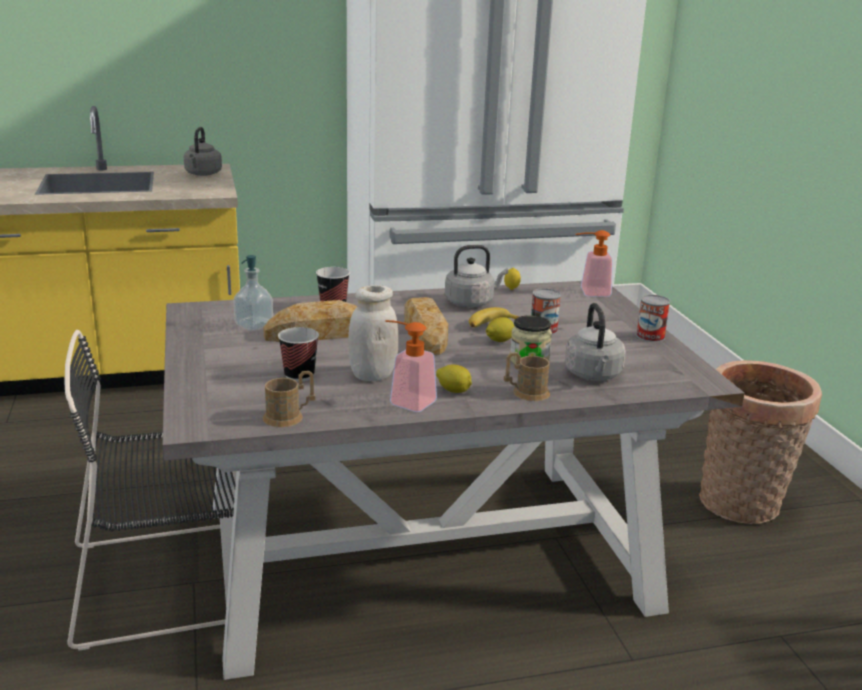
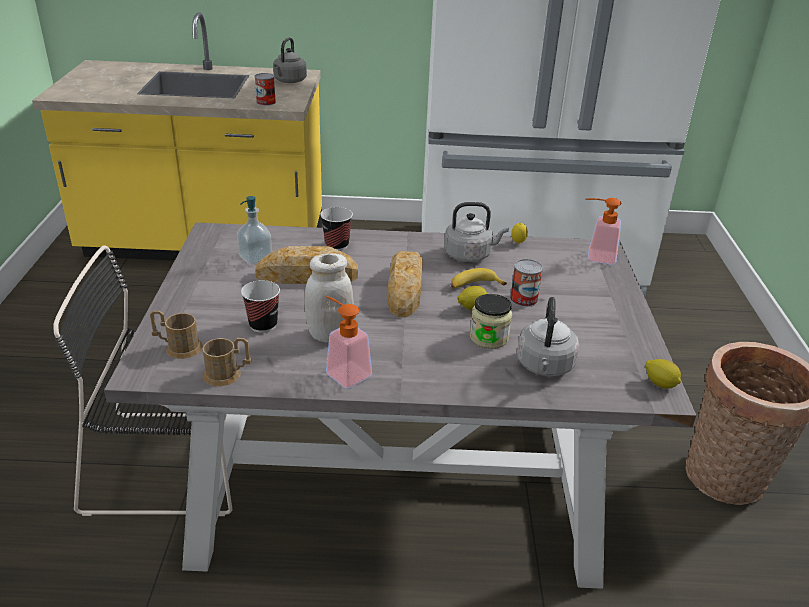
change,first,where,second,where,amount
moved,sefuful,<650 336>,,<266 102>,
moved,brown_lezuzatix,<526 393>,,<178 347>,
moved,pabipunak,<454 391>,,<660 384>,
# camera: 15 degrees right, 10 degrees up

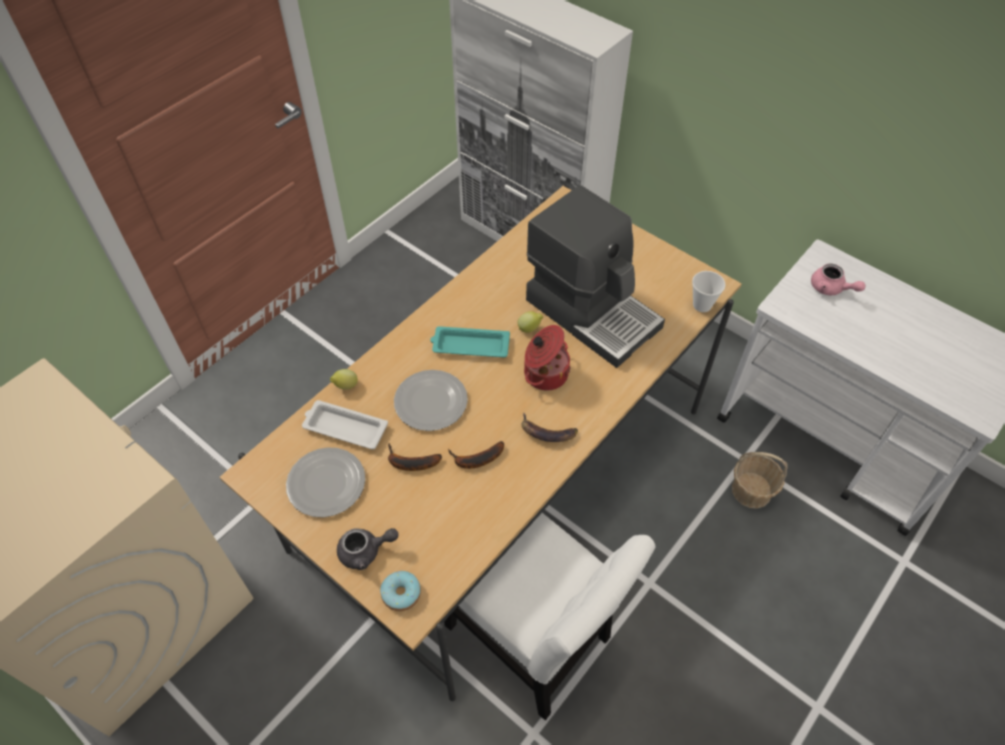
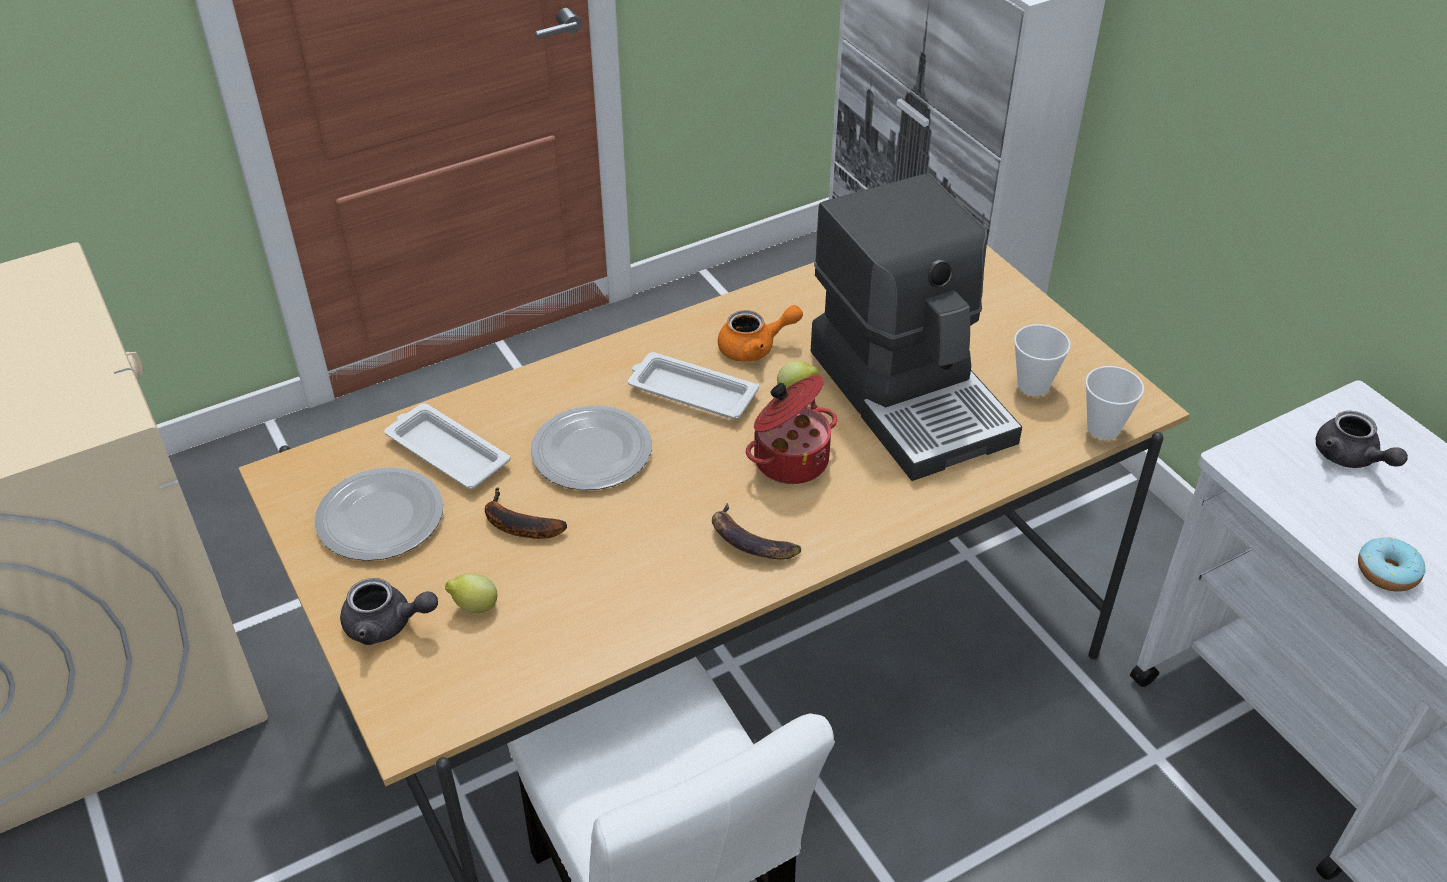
change,first,where,second,where,amount
recoloured,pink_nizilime,<831 289>,grey_nizilime,<1350 458>,
recoloured,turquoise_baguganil,<469 346>,white_baguganil,<690 392>,
moved,pabipunak,<345 386>,,<474 607>,
removed,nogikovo,<476 460>,,,
removed,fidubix,<751 491>,,,
moved,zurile,<401 594>,,<1386 572>,
added,,,orange_nizilime,<755 347>,
added,,,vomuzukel,<1033 385>,
# camera: 20 degrees right, 10 degrees down

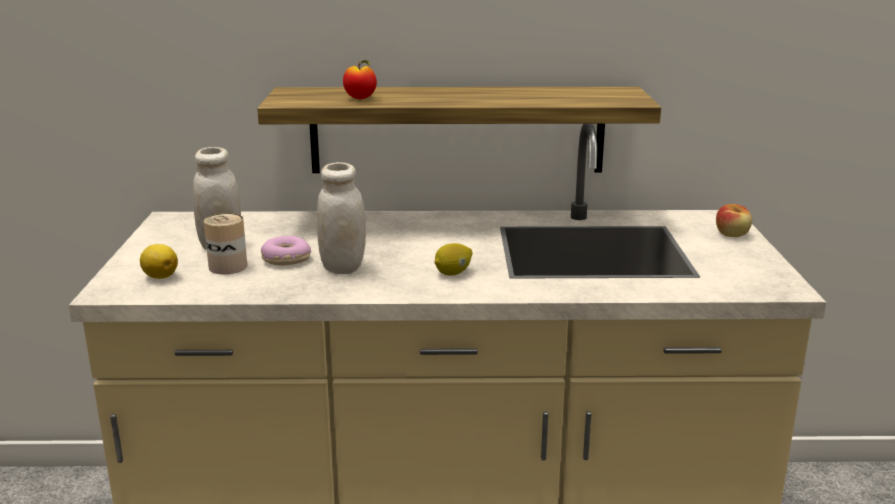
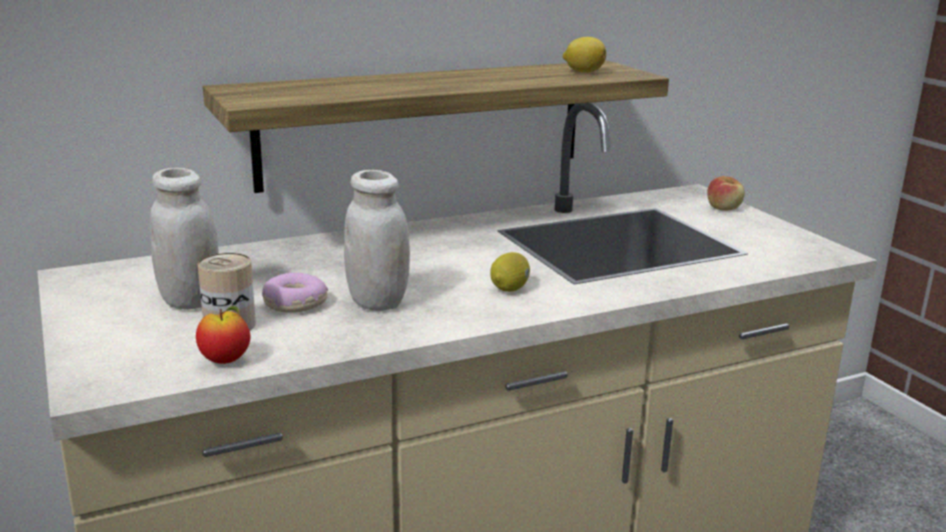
change,first,where,second,where,amount
moved,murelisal,<360 98>,,<225 361>,
moved,pabipunak,<160 276>,,<583 72>,
# camera: 25 degrees left, 0 degrees up

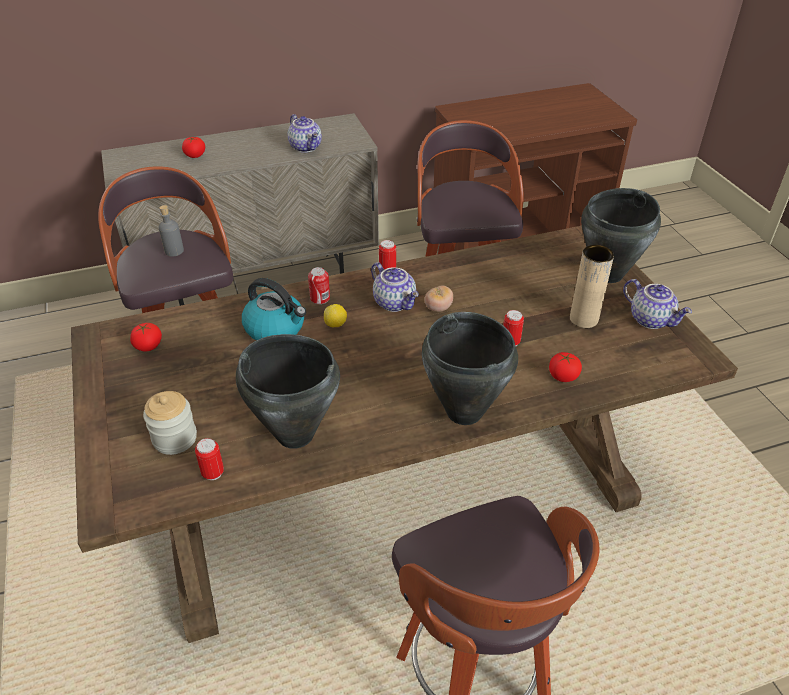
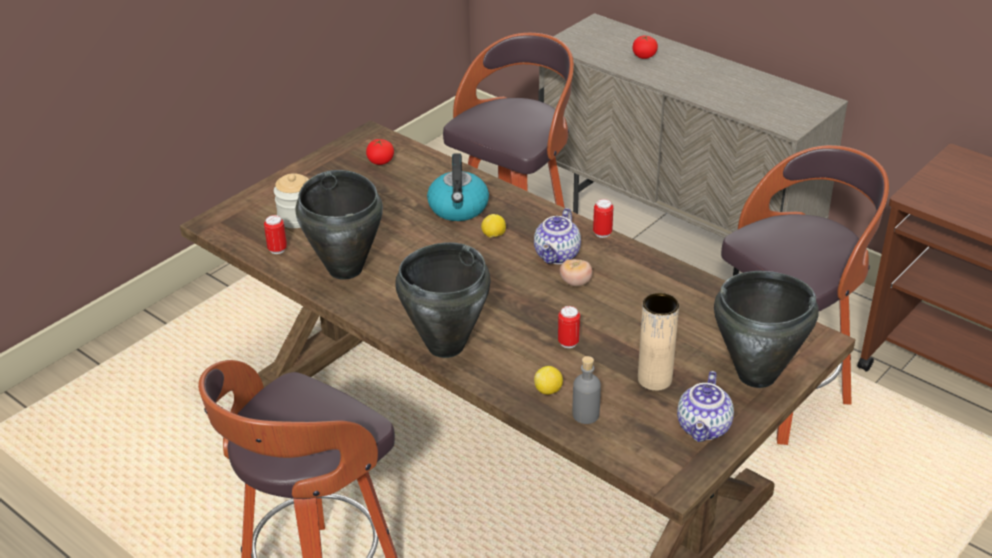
change,first,where,second,where,amount
removed,nizilime,<306 147>,,,
moved,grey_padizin,<174 251>,,<585 415>,
removed,sefuful,<320 298>,,,
replaced,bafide,<563 376>,pabipunak,<548 391>,
# camera: 60 degrees right, 5 degrees down

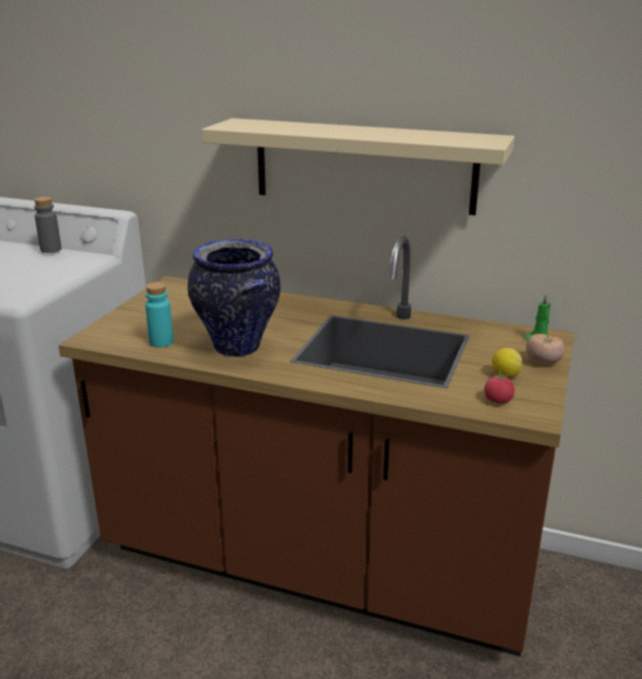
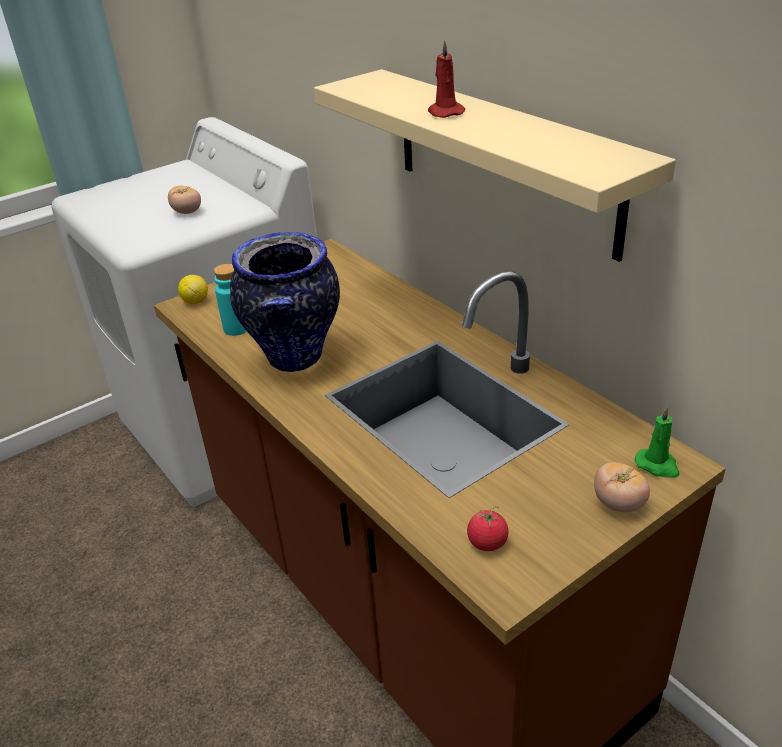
change,first,where,second,where,amount
removed,grey_padizin,<51 249>,,,
moved,pabipunak,<505 375>,,<195 301>,
added,,,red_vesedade,<445 112>,
added,,,bafide,<187 212>,
# camera: 35 degrees right, 10 degrees up

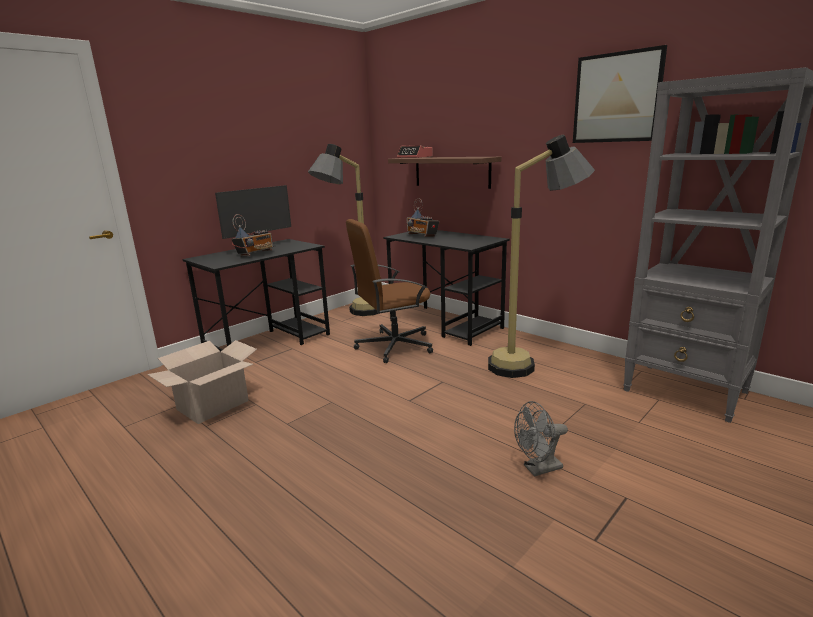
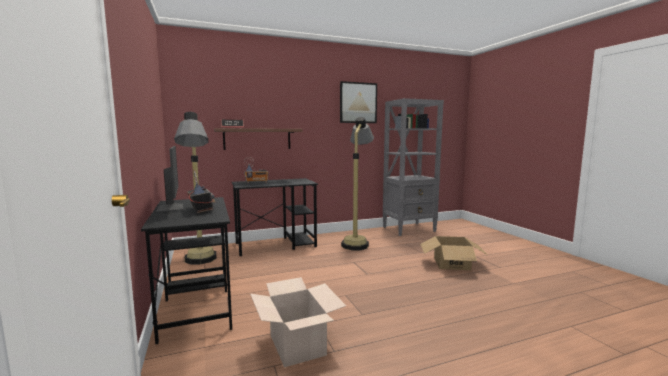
change,first,where,second,where,amount
removed,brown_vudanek,<393 346>,,,
replaced,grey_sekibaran,<538 469>,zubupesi,<452 263>,
# camera: 65 degrees left, 10 degrees down

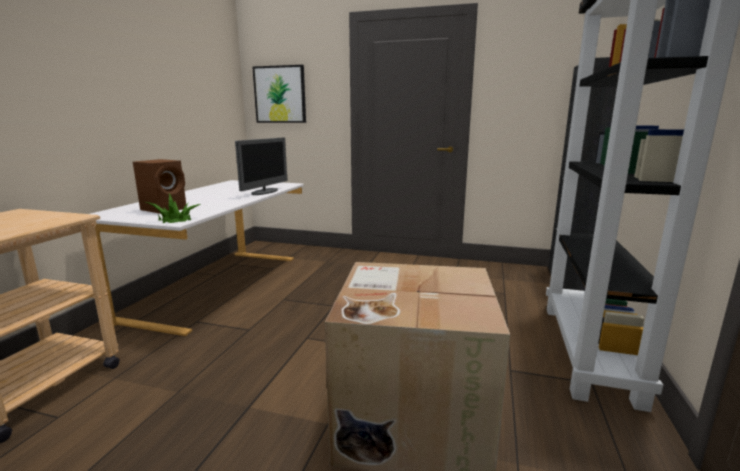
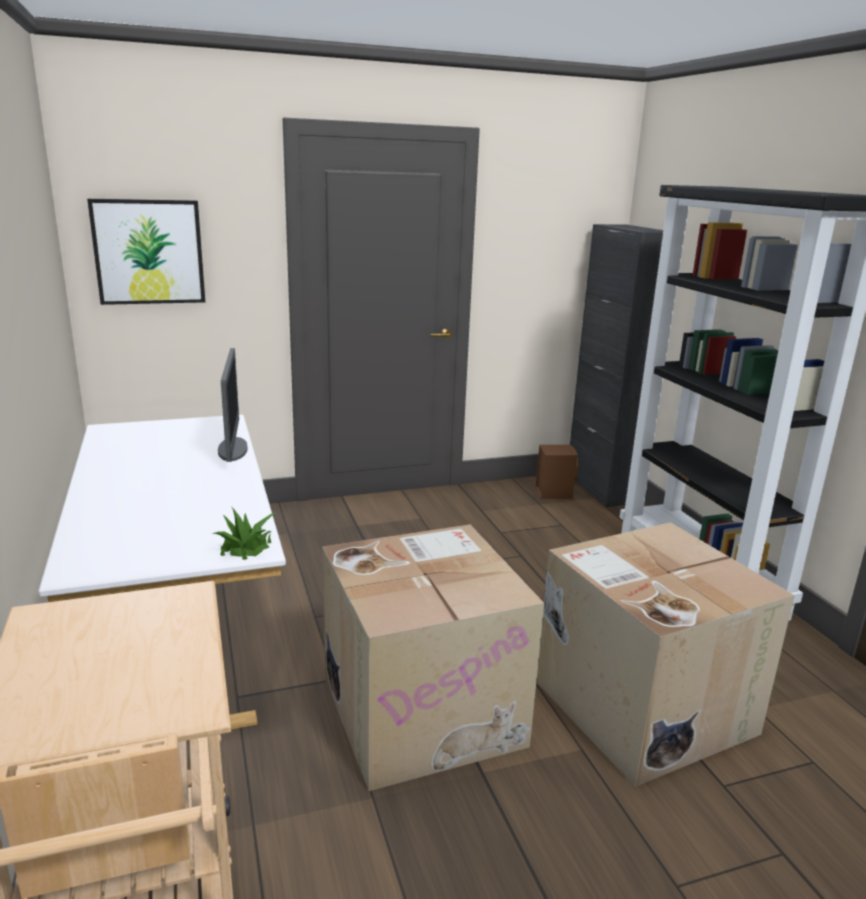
change,first,where,second,where,amount
moved,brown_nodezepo,<165 209>,,<554 493>,
added,,,zubupesi,<423 709>,
# camera: 35 degrees left, 5 degrees up

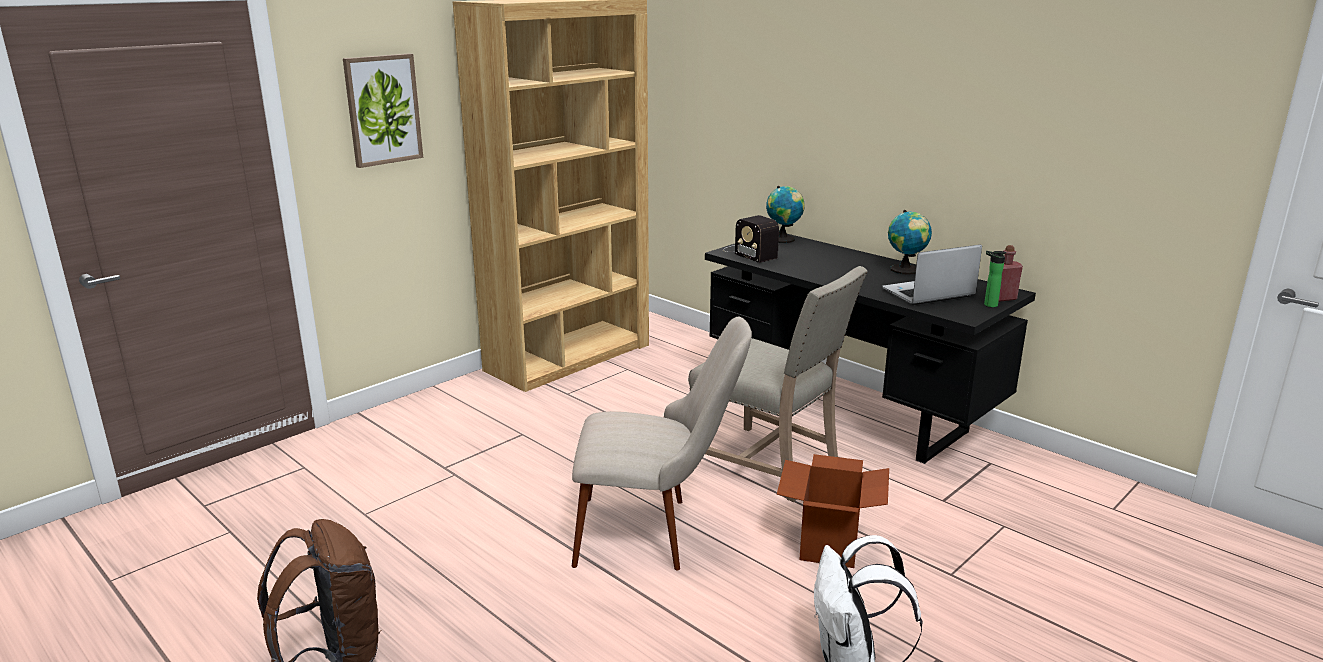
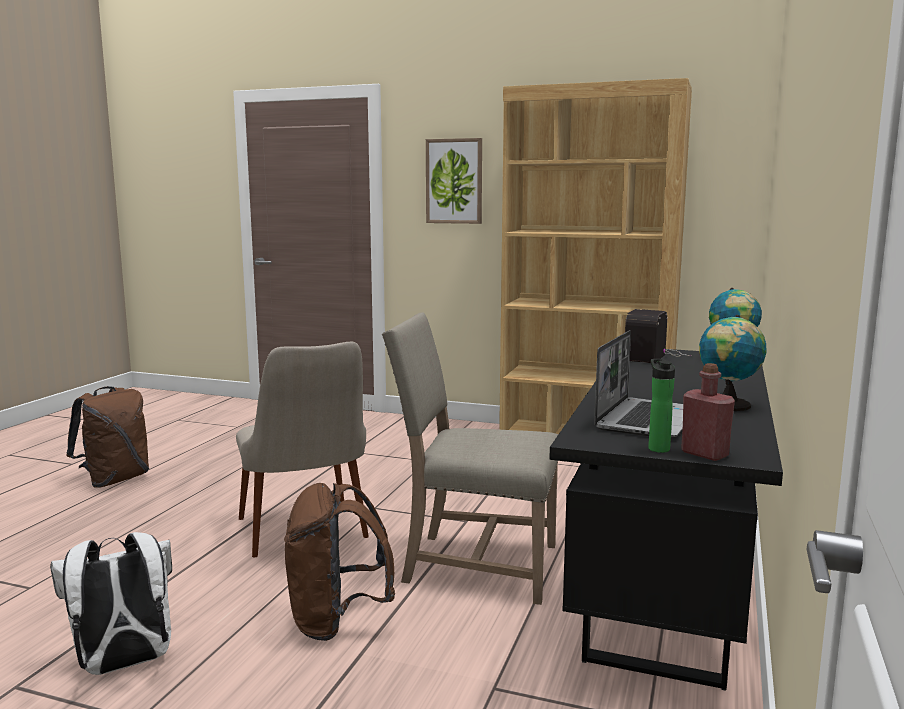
change,first,where,second,where,amount
turned,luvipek,<928 294>,,<646 420>,75 degrees clockwise
turned,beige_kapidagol,<770 465>,,<475 564>,90 degrees clockwise
replaced,zubupesi,<829 544>,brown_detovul,<336 621>,
# camera: 65 degrees right, 10 degrees down

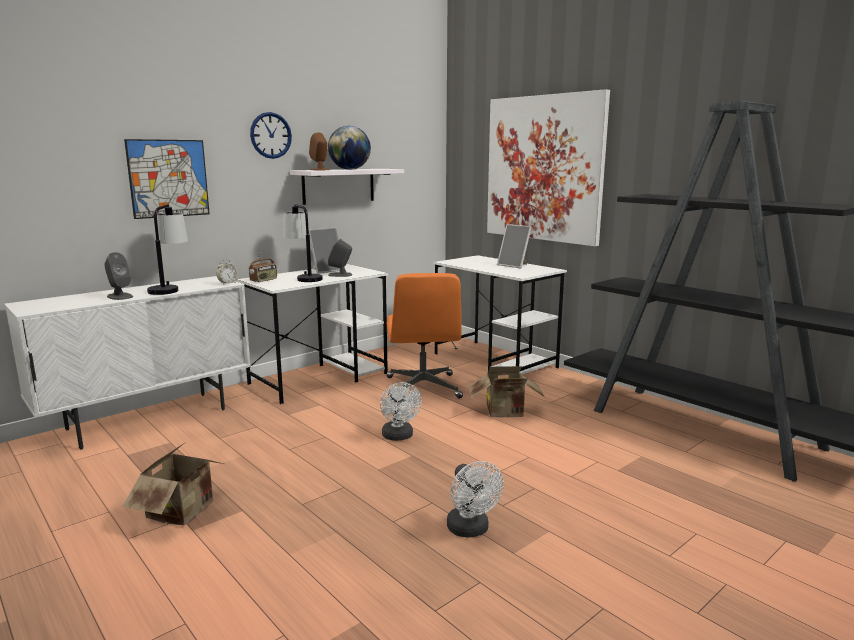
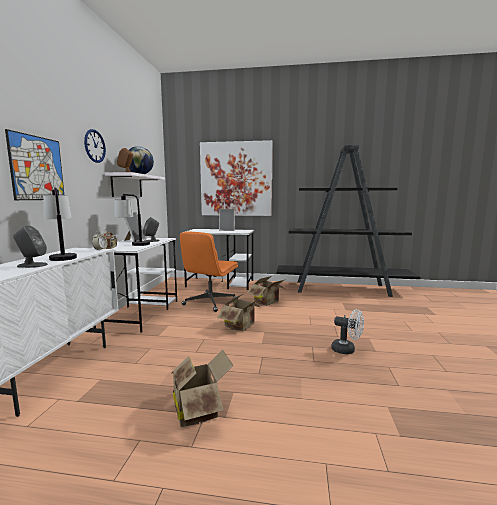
change,first,where,second,where,amount
turned,orange_vudanek,<423 388>,,<210 302>,75 degrees clockwise
replaced,white_sekibaran,<399 437>,zubupesi,<242 326>,
# camera: 40 degrees left, 5 degrees down

